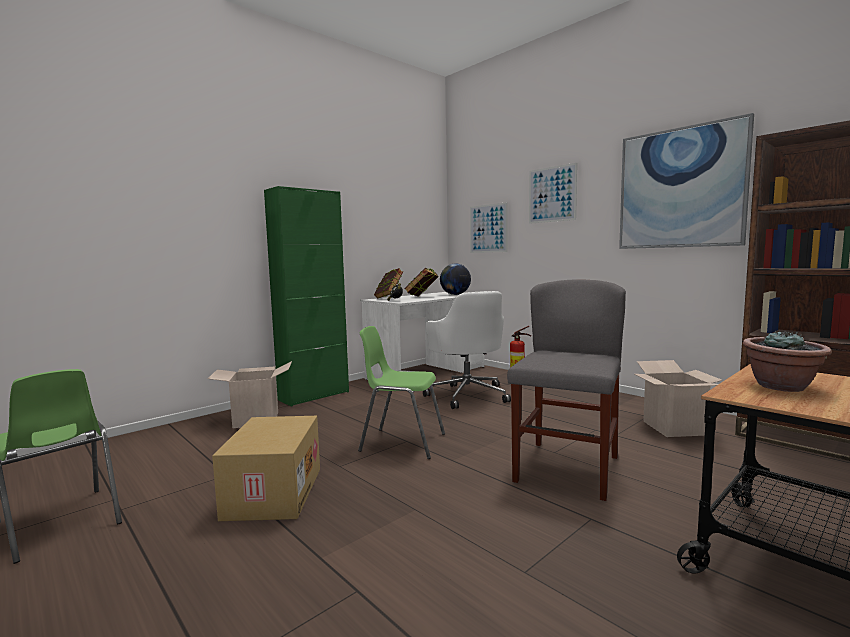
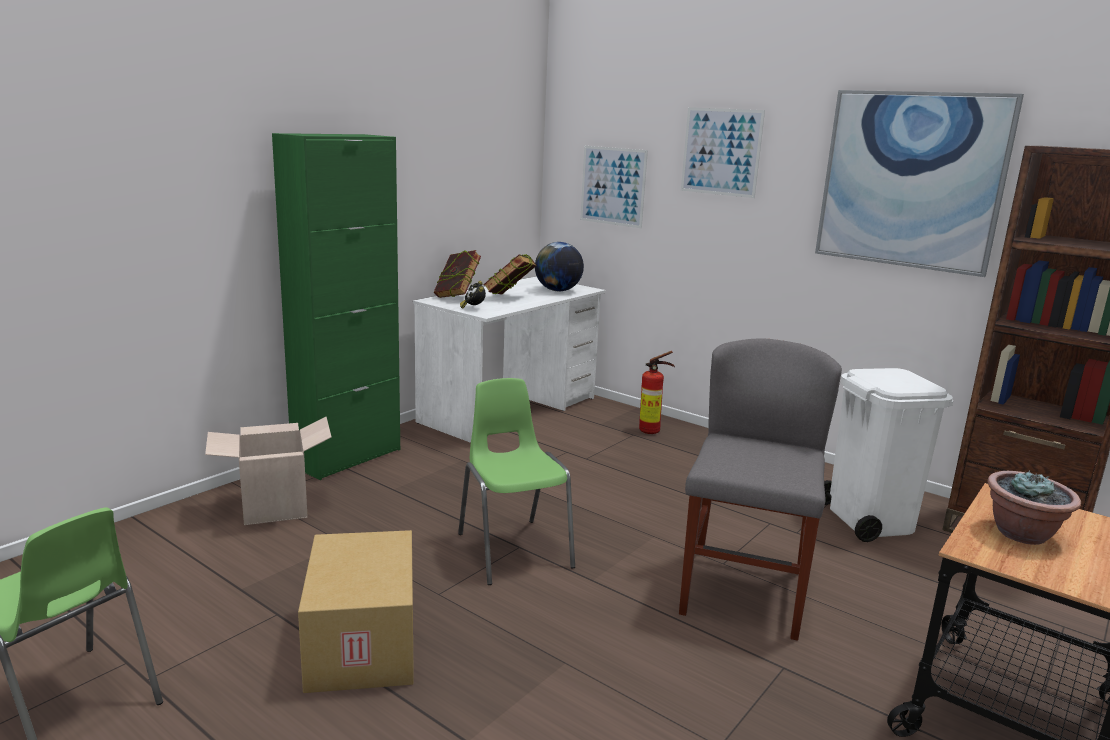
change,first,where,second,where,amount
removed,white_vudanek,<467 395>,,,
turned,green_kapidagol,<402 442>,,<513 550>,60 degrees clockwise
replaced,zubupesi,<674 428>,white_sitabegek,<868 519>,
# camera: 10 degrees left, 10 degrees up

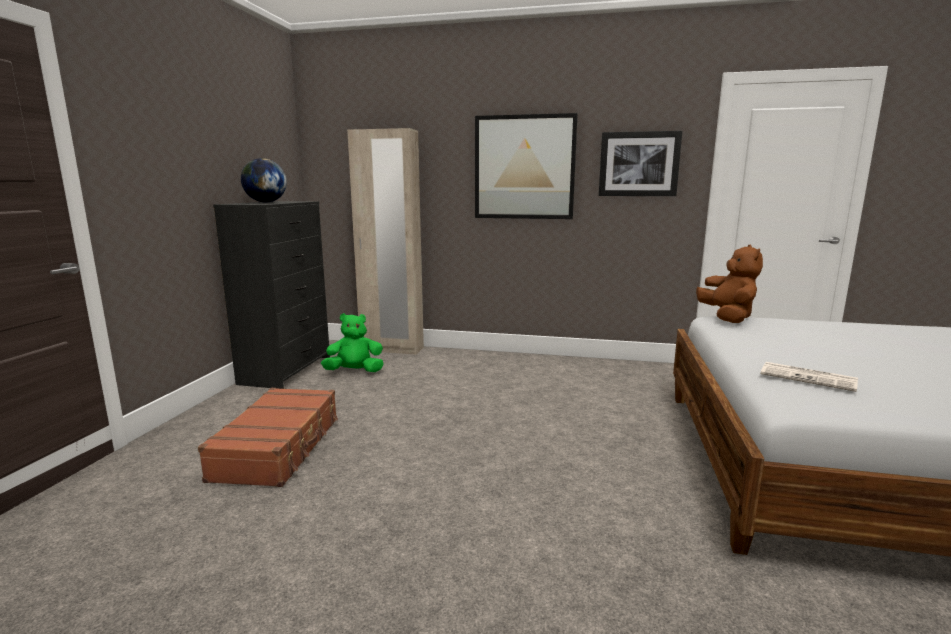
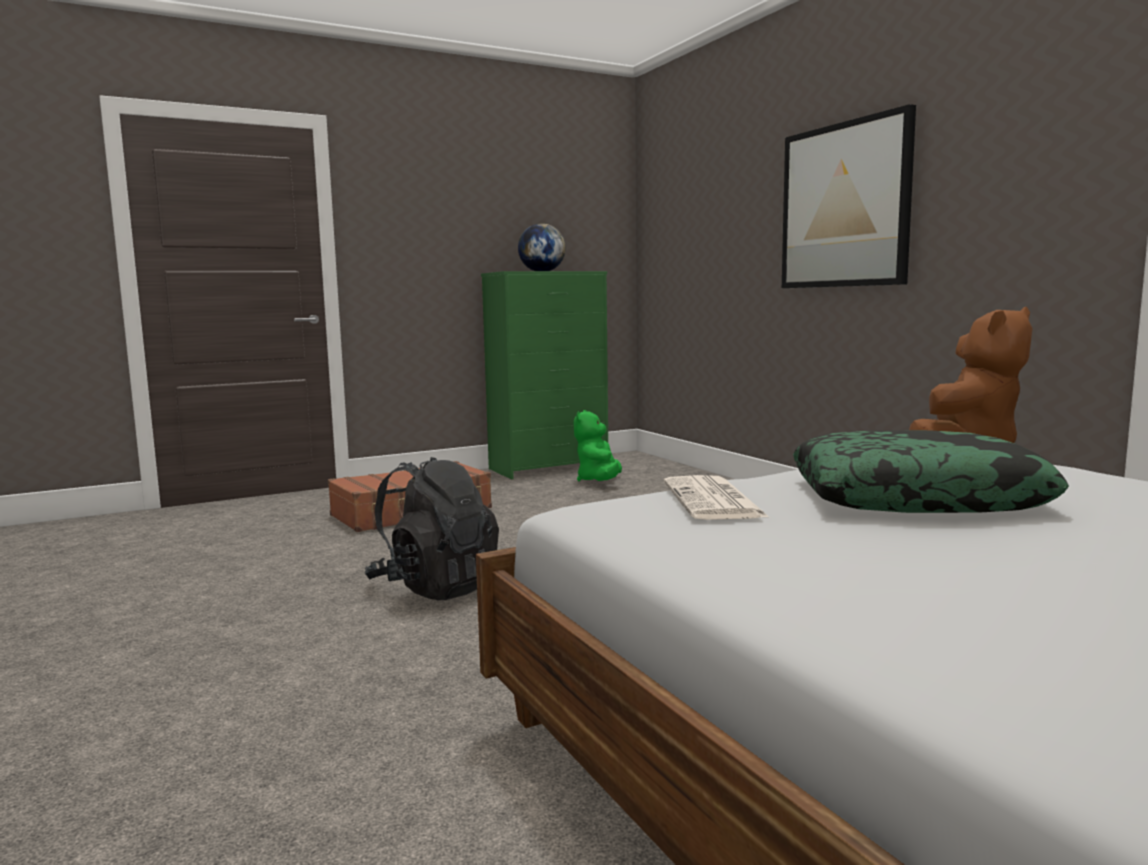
change,first,where,second,where,amount
removed,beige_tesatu,<392 349>,,,
removed,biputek,<638 164>,,,
recoloured,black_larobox,<287 370>,green_larobox,<549 467>,
turned,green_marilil,<355 371>,,<599 481>,120 degrees counterclockwise
added,,,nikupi,<915 497>,
added,,,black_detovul,<435 587>,
# camera: 50 degrees right, 5 degrees down

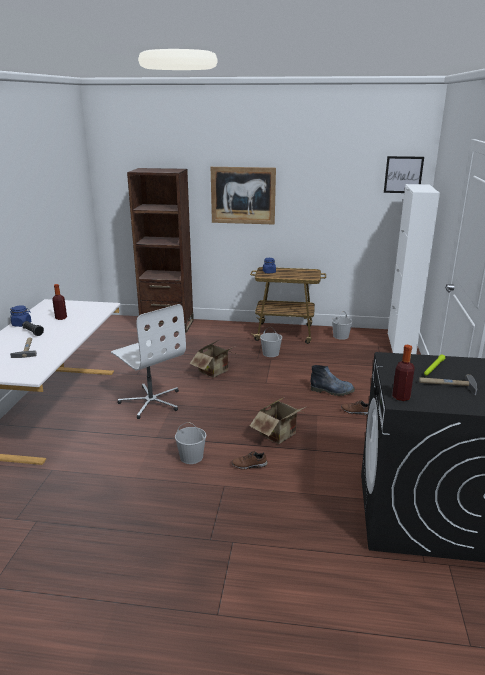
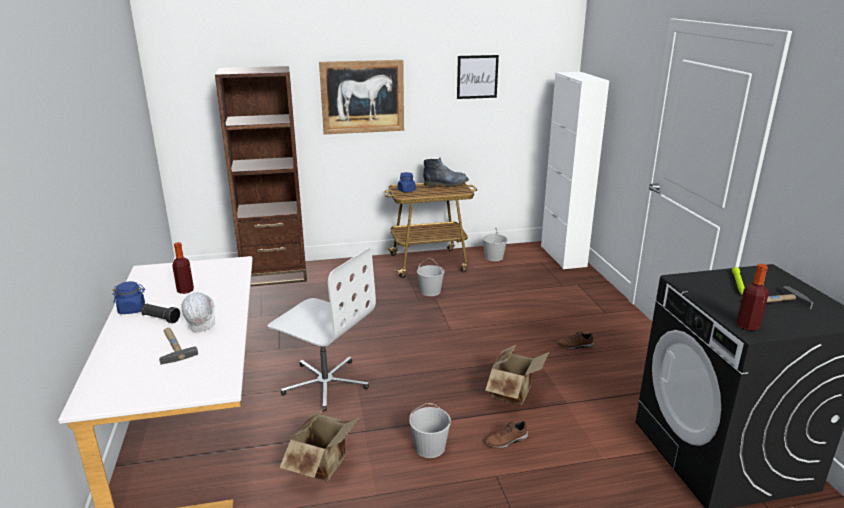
change,first,where,second,where,amount
moved,biputek,<403 174>,,<477 77>,
moved,zubupesi,<215 372>,,<325 465>,
moved,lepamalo,<332 391>,,<446 184>,
added,,,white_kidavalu,<202 326>,
# camera: 20 degrees left, 0 degrees up

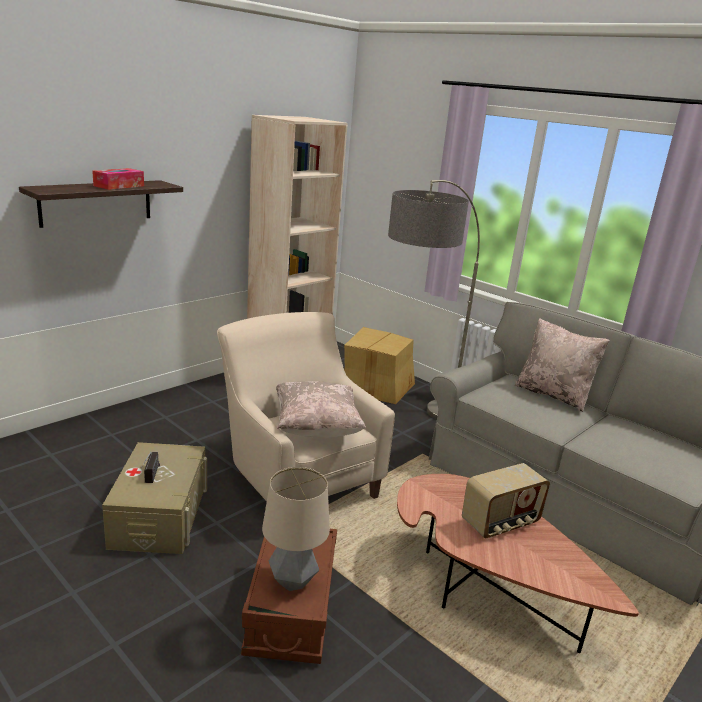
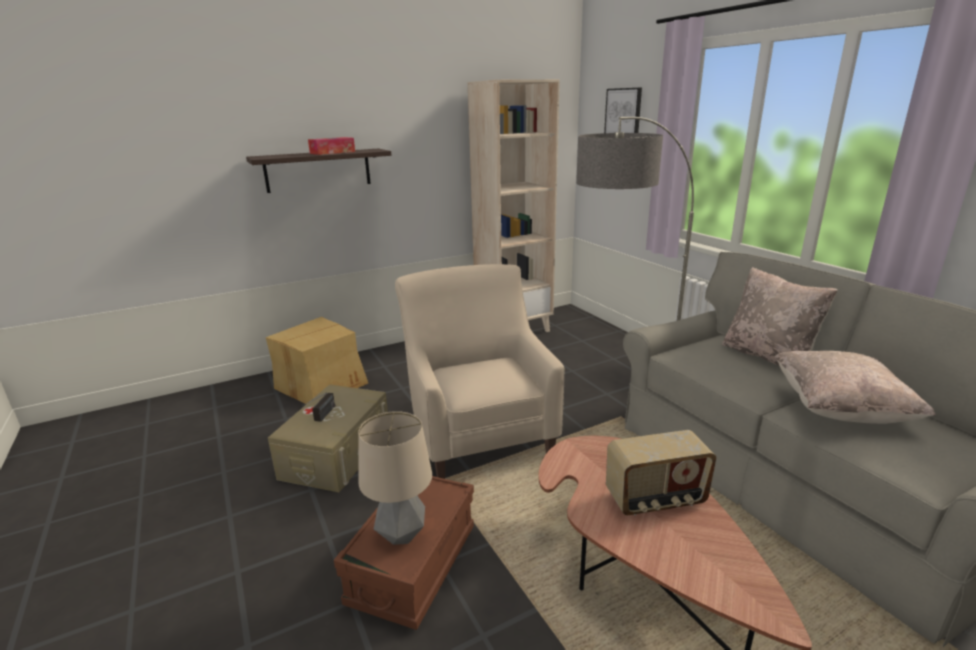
change,first,where,second,where,amount
moved,zubupesi,<376 386>,,<322 384>,
moved,beige_nikupi,<316 428>,,<839 410>,
added,,,biputek,<623 112>,
# camera: 20 degrees right, 0 degrees up

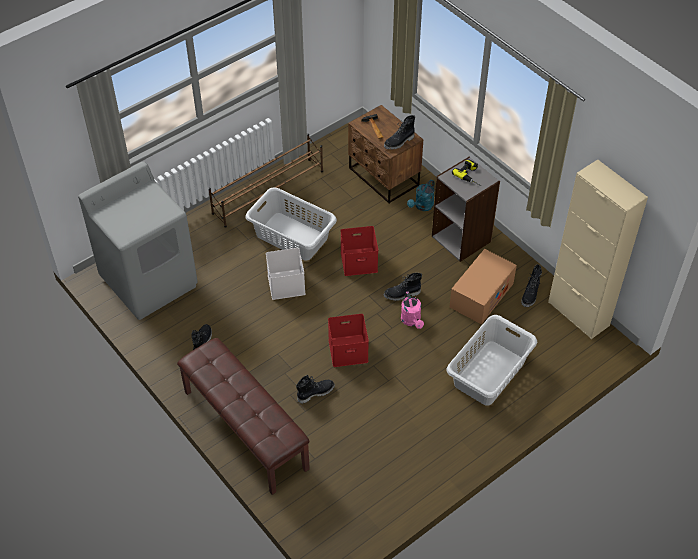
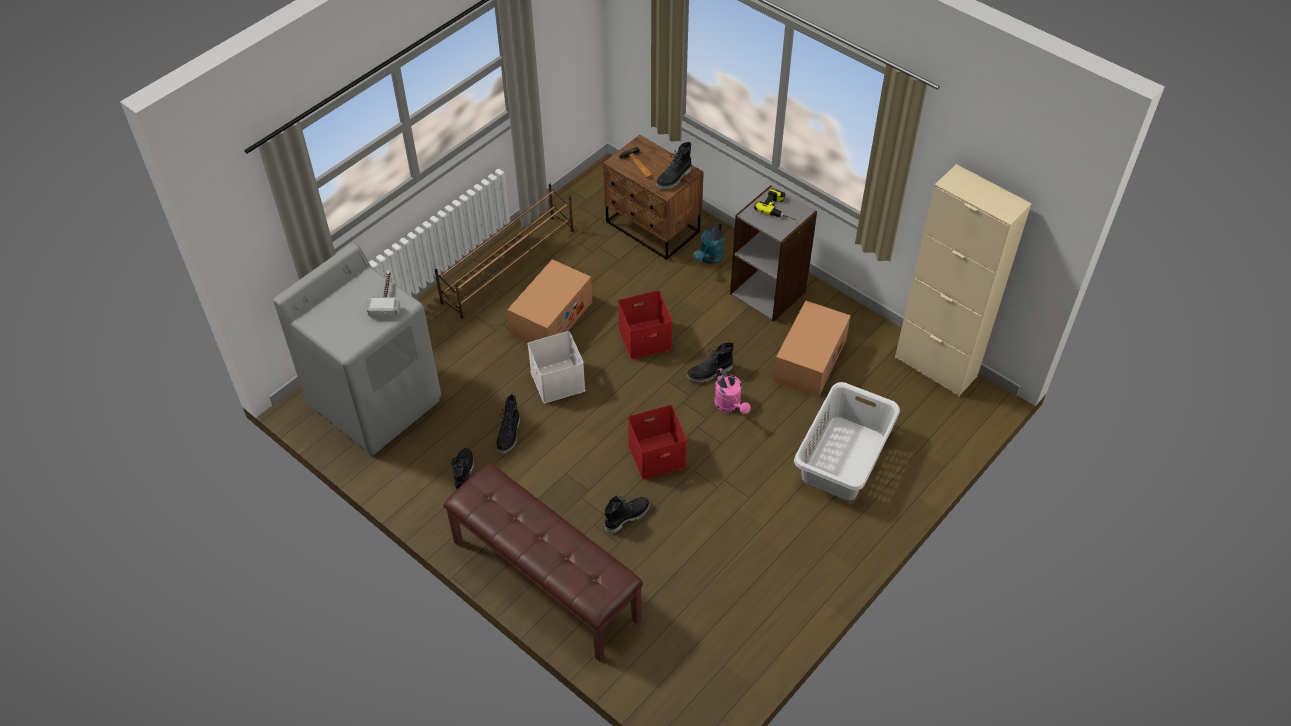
change,first,where,second,where,amount
replaced,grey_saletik,<292 236>,zubupesi,<551 318>,
moved,black_lepamalo,<530 295>,,<509 435>,
added,,,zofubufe,<386 297>,
# camera: 10 degrees left, 0 degrees up

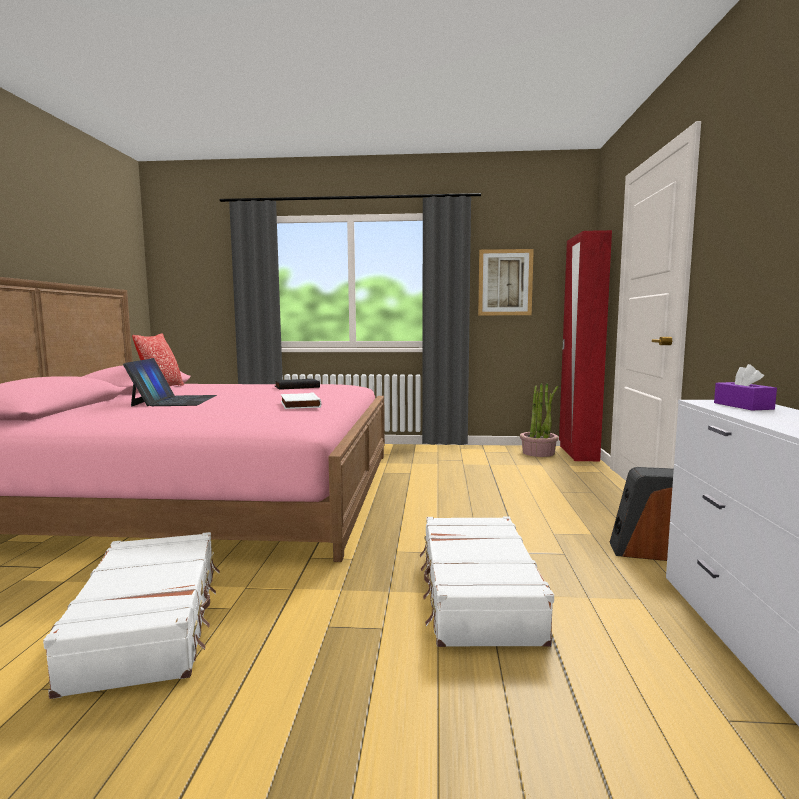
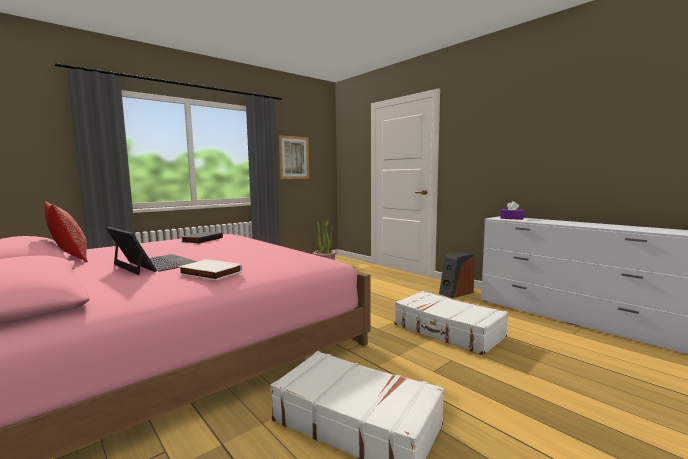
change,first,where,second,where,amount
removed,red_tesatu,<578 453>,,,
moved,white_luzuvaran,<298 404>,,<209 273>,
# camera: 45 degrees left, 0 degrees up

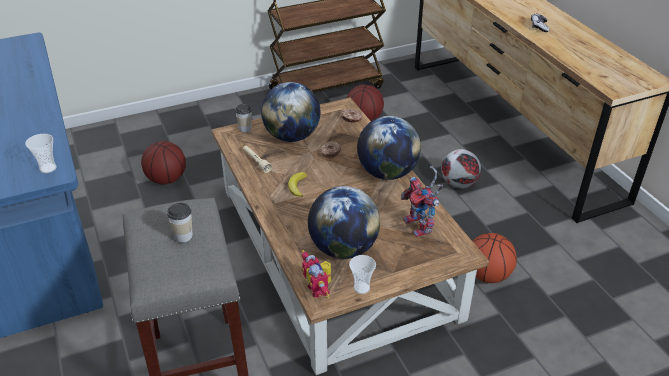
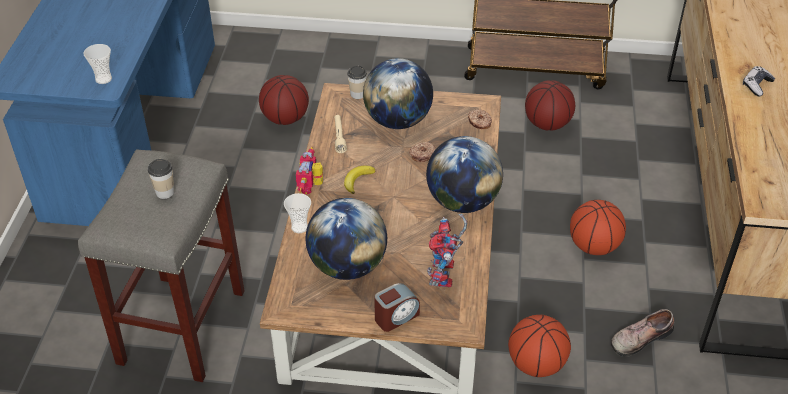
change,first,where,second,where,amount
replaced,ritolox,<458 184>,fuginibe,<594 246>,
moved,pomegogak,<319 288>,,<311 187>,
moved,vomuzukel,<361 288>,,<299 227>,
added,,,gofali,<396 317>,
added,,,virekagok,<639 337>,
# camera: 30 degrees right, 5 degrees up

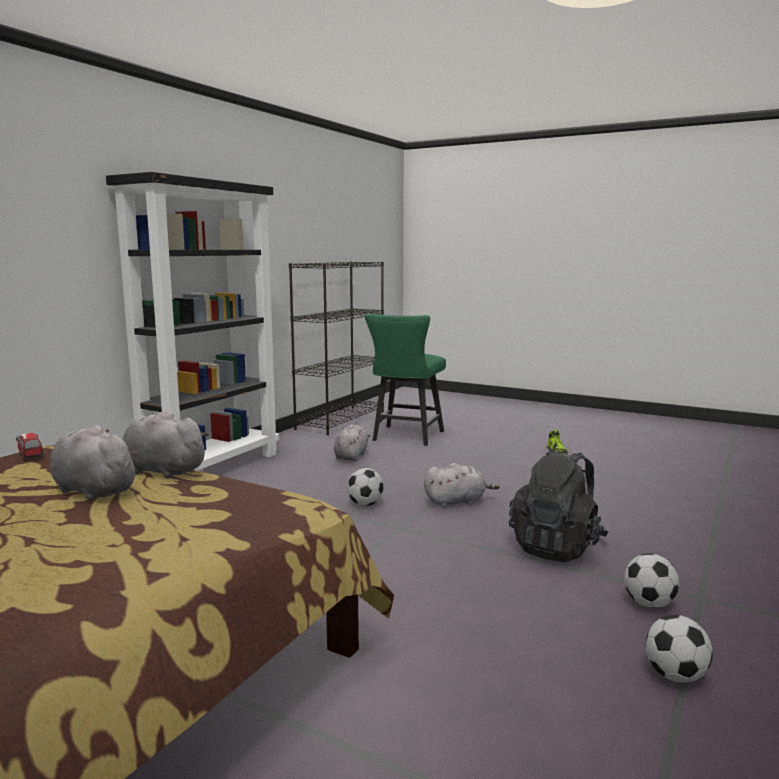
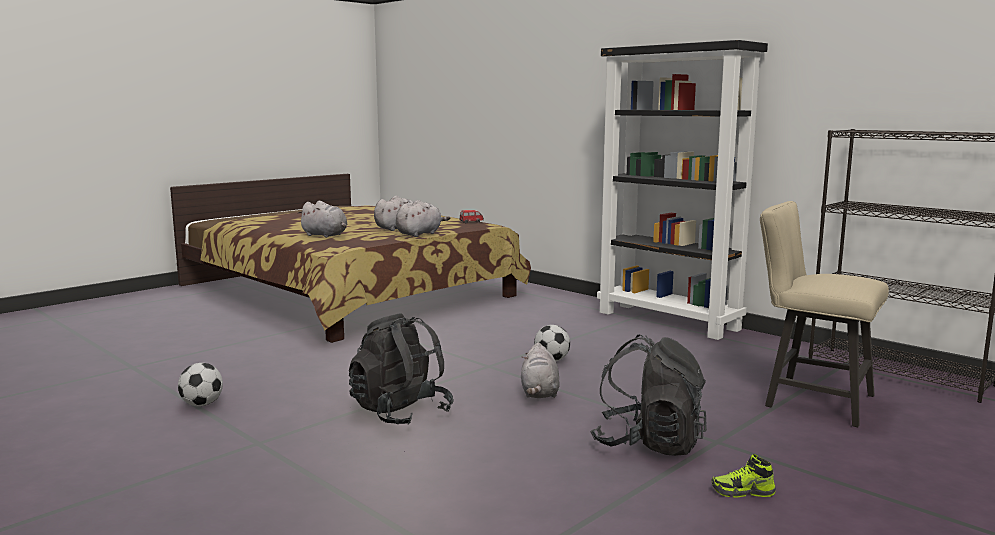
change,first,where,second,where,amount
recoloured,green_kapidagol,<405 437>,beige_kapidagol,<810 400>,
moved,grey_marilil,<351 456>,,<326 235>,
removed,ritolox,<649 604>,,,
added,,,black_detovul,<648 444>,
# camera: 105 degrees right, 0 degrees up

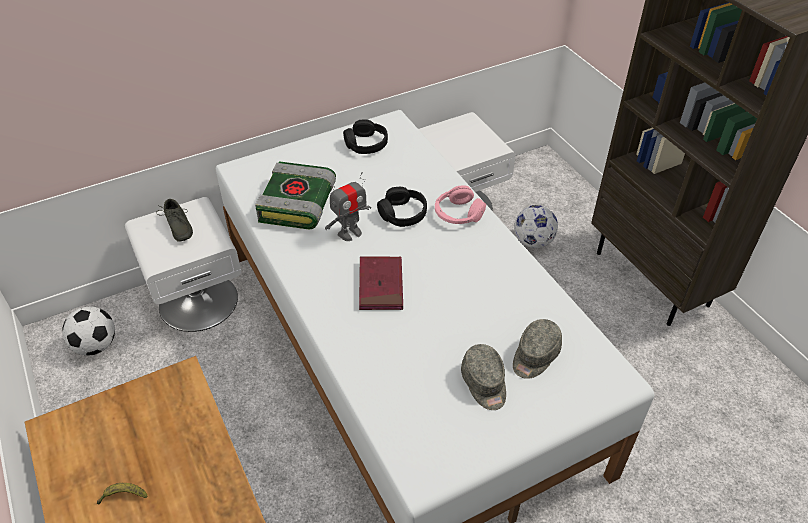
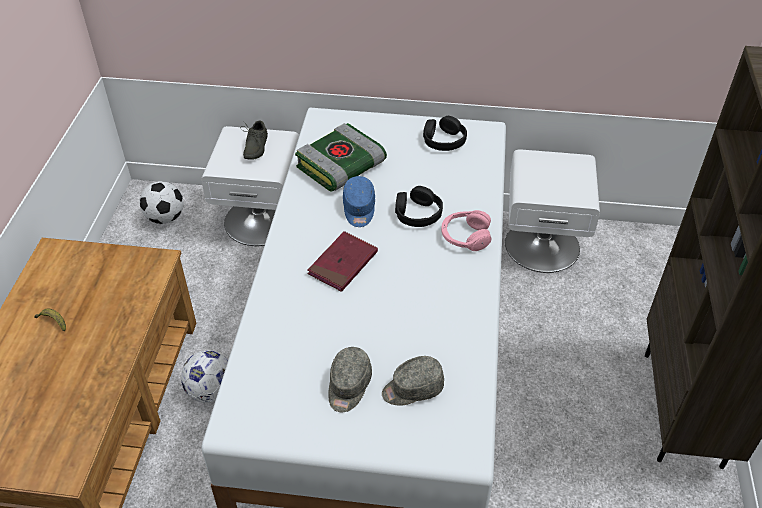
change,first,where,second,where,amount
replaced,pomegogak,<350 233>,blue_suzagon,<359 209>,
moved,ritolox,<533 241>,,<211 391>,
# camera: 35 degrees right, 0 degrees up

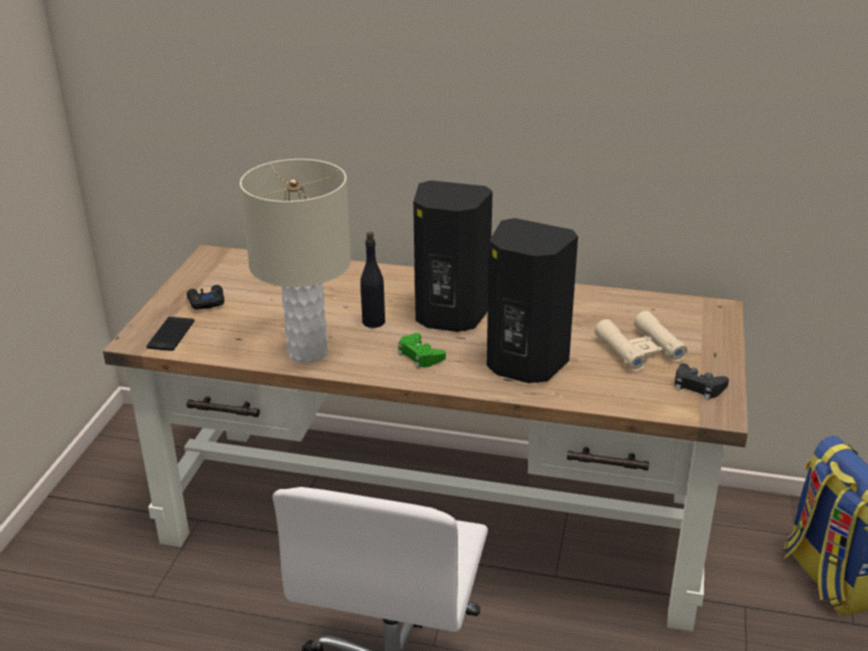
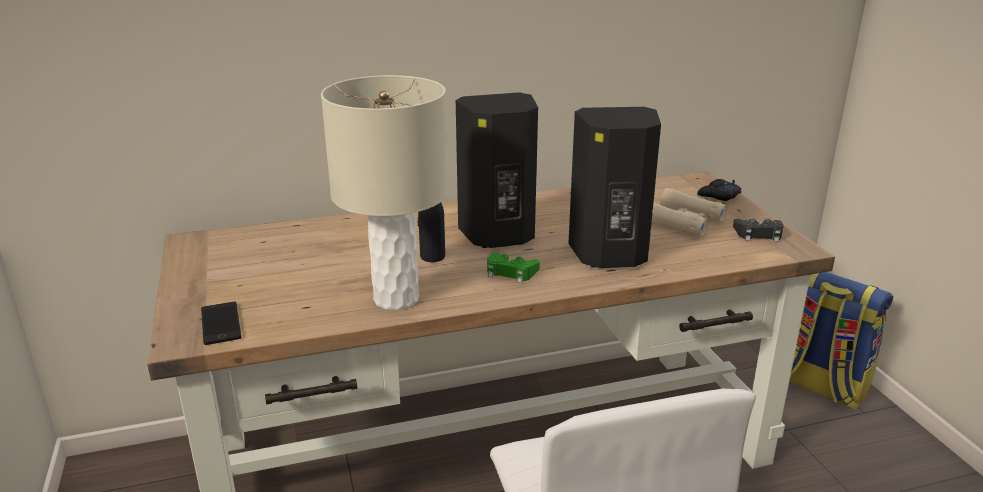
change,first,where,second,where,amount
moved,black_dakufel,<206 302>,,<718 195>,
# camera: 30 degrees left, 5 degrees down

